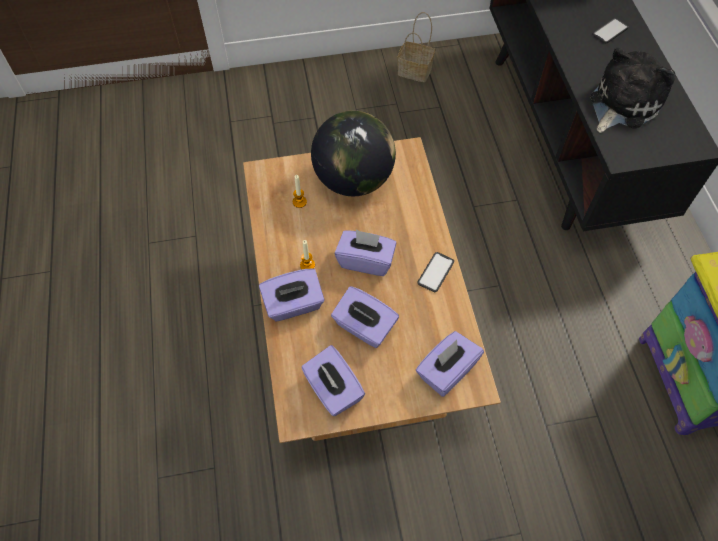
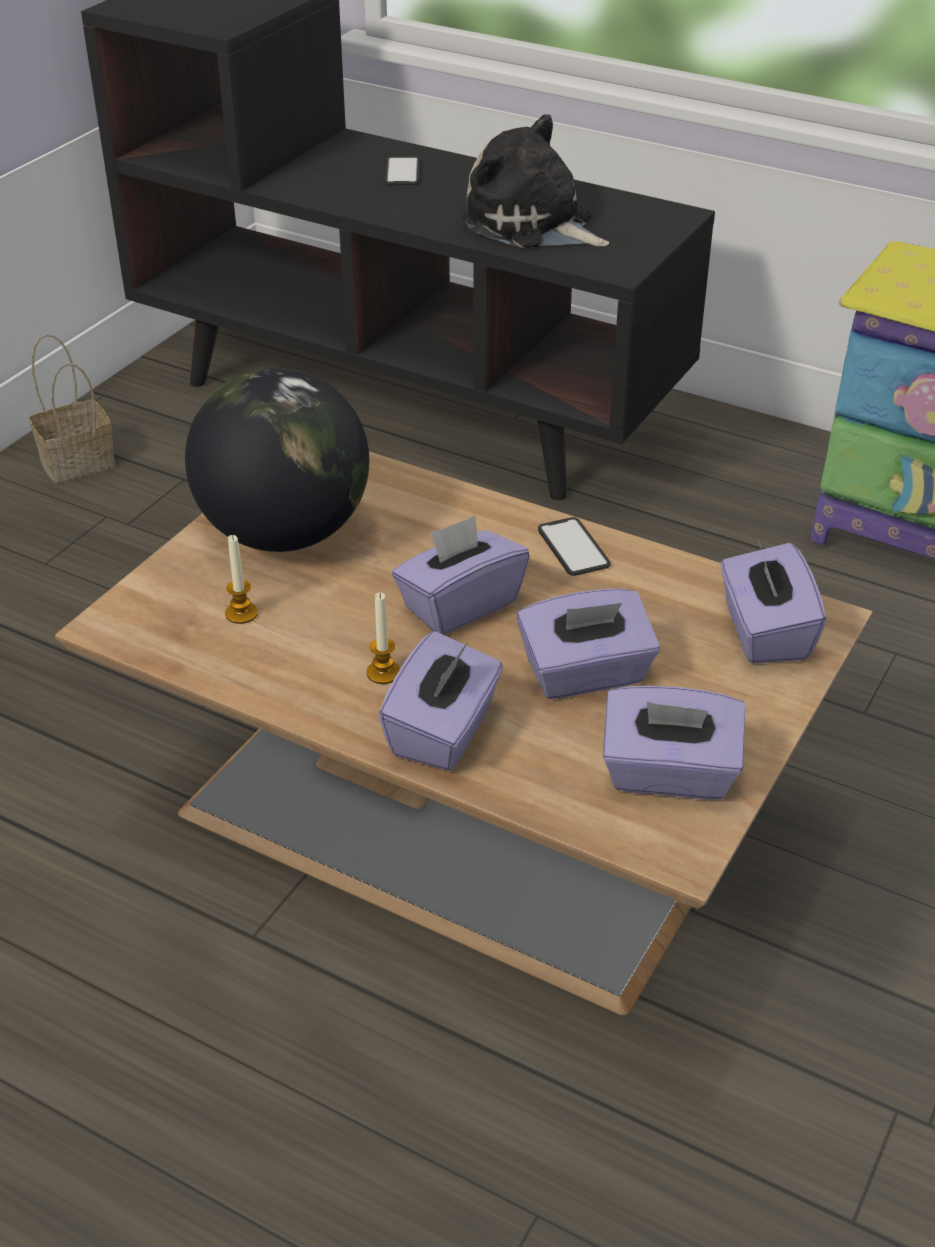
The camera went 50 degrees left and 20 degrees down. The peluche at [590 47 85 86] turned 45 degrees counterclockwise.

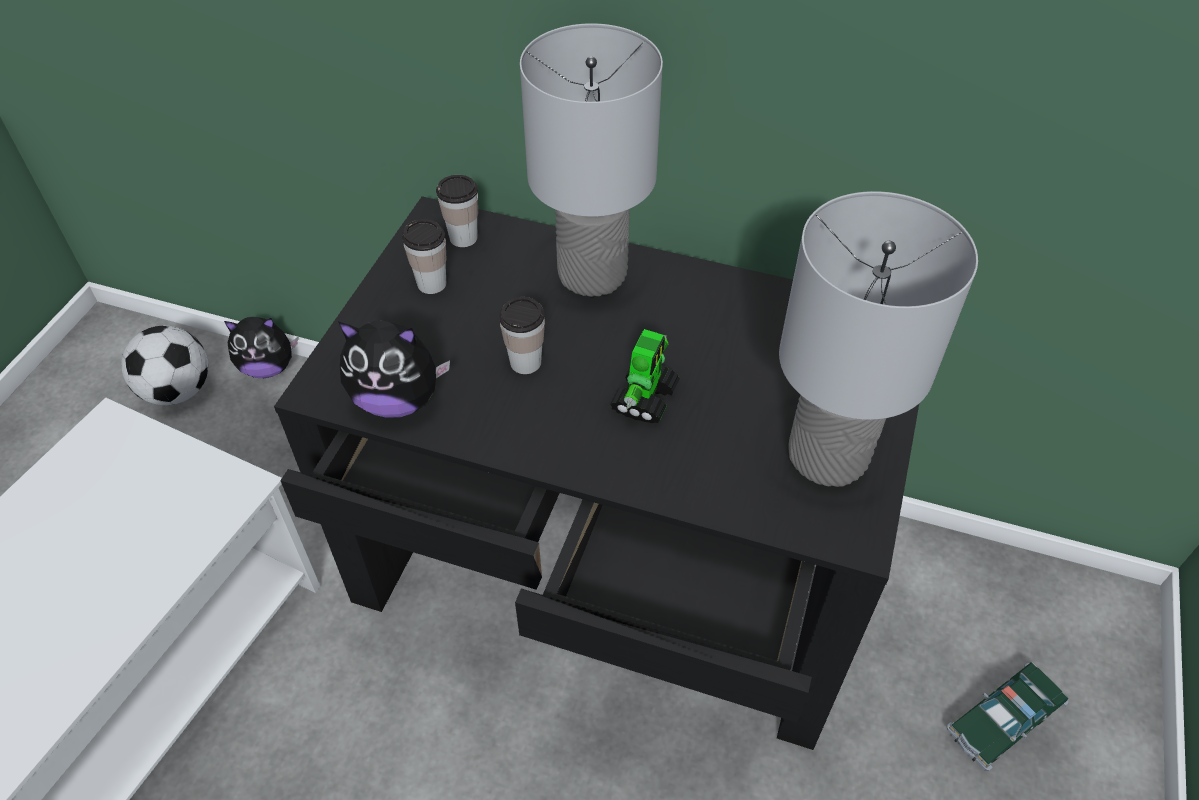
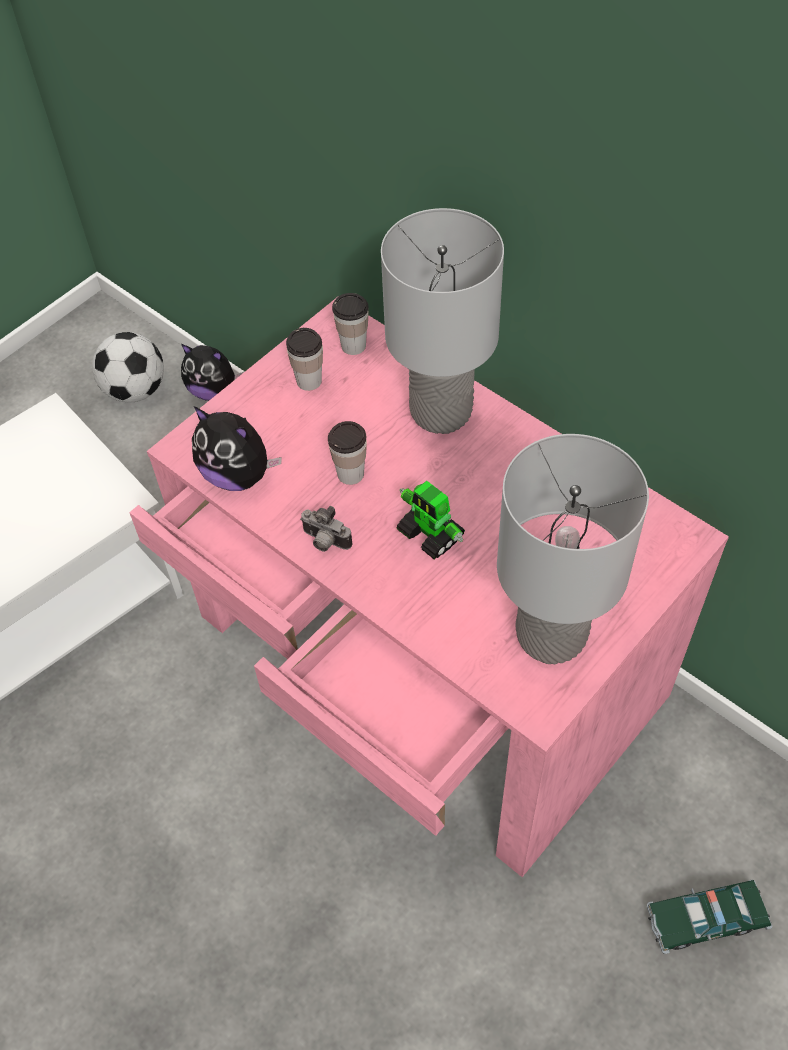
The camera went 25 degrees right and 5 degrees up. The escritorio (negro) at [274 196 645 554] became the escritorio (rosa) at [129 298 600 579]. The robot de juguete at [610 329 70 94] turned 90 degrees clockwise. The cámara at [300 506 52 46] appeared.

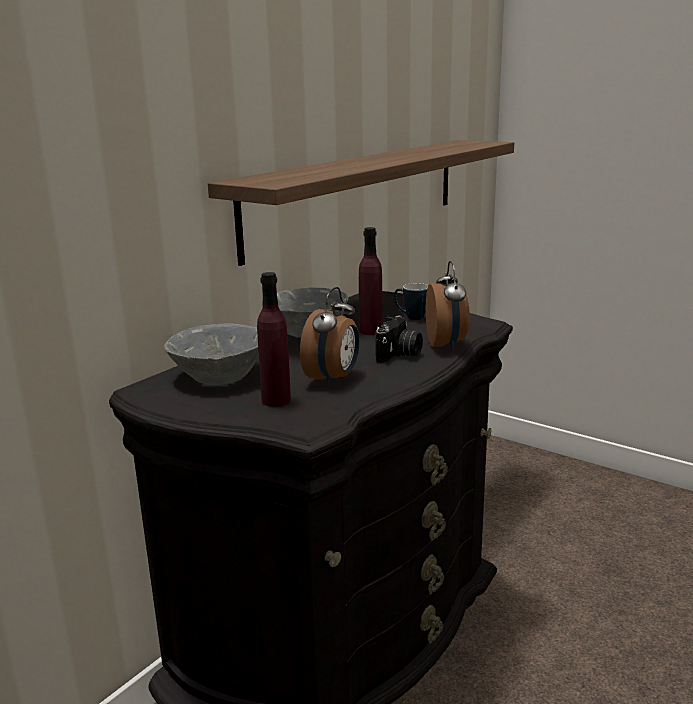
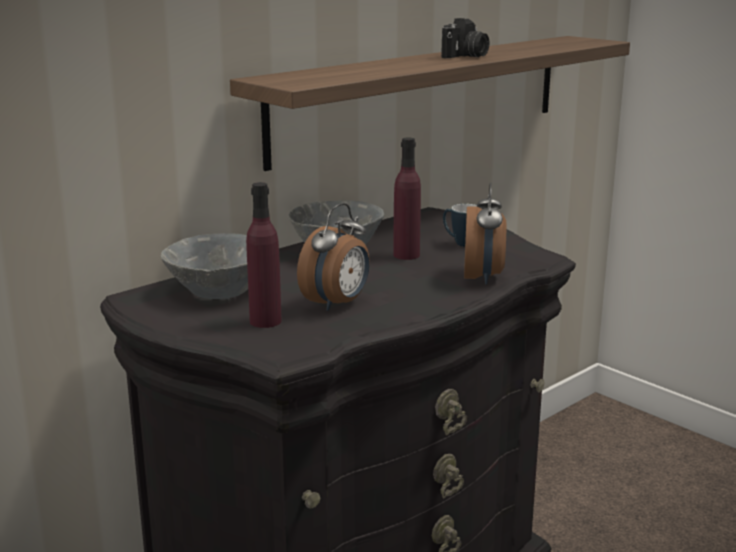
The camera went 10 degrees right and 0 degrees up. The cámara moved from [375 316 48 47] to [441 18 48 40].

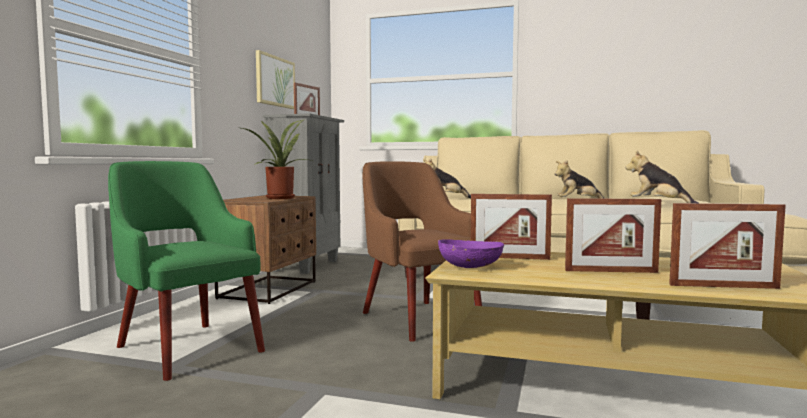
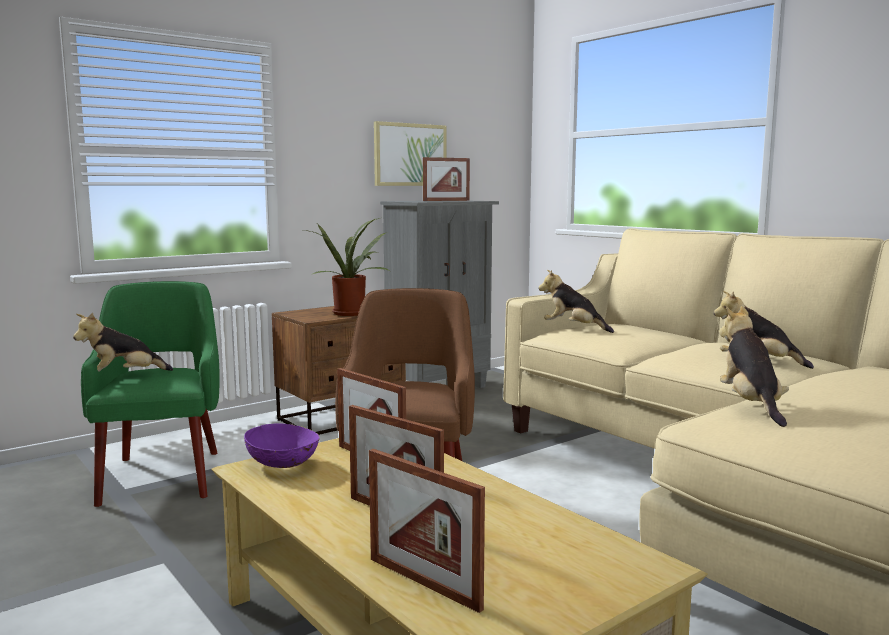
The camera went 35 degrees right and 5 degrees up. The peluche at [73 313 100 59] appeared.

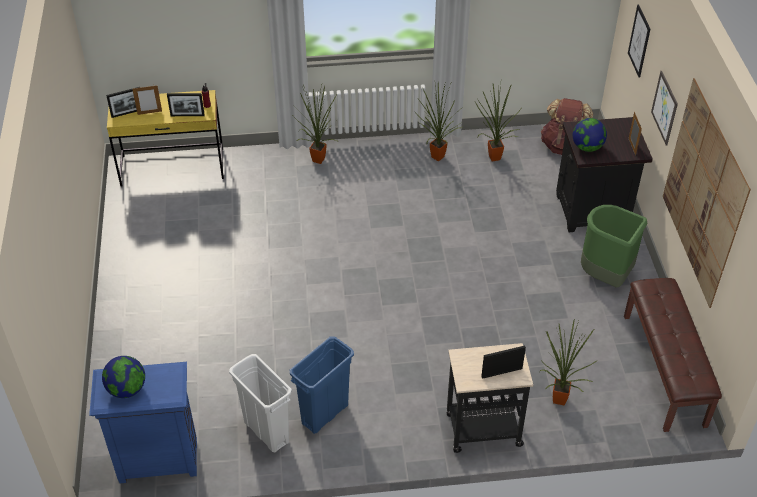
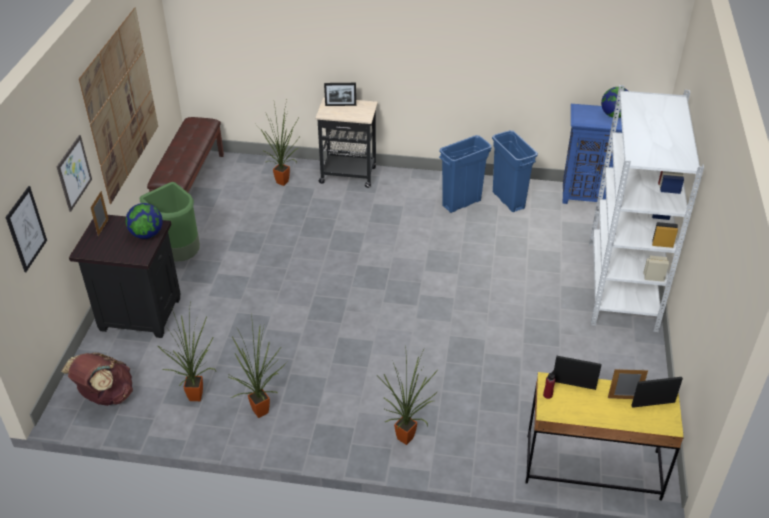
The camera went 165 degrees left and 5 degrees down. The papelera (blanco) at [229 354 63 98] became the papelera (azul) at [492 130 46 82]. The estantería (blanco) at [589 85 115 247] appeared.

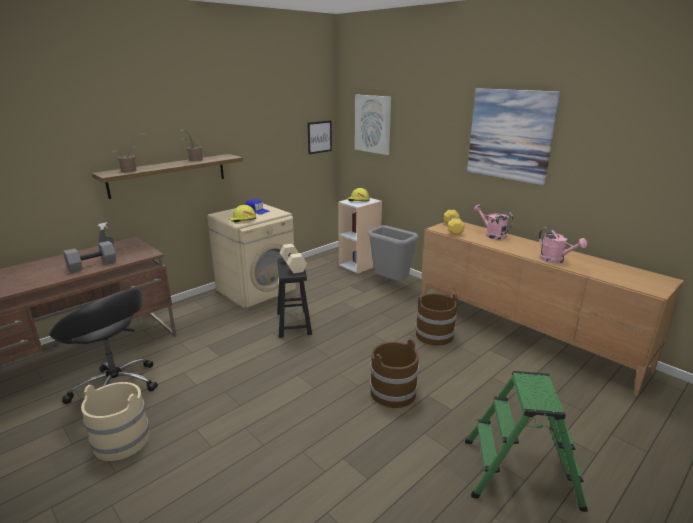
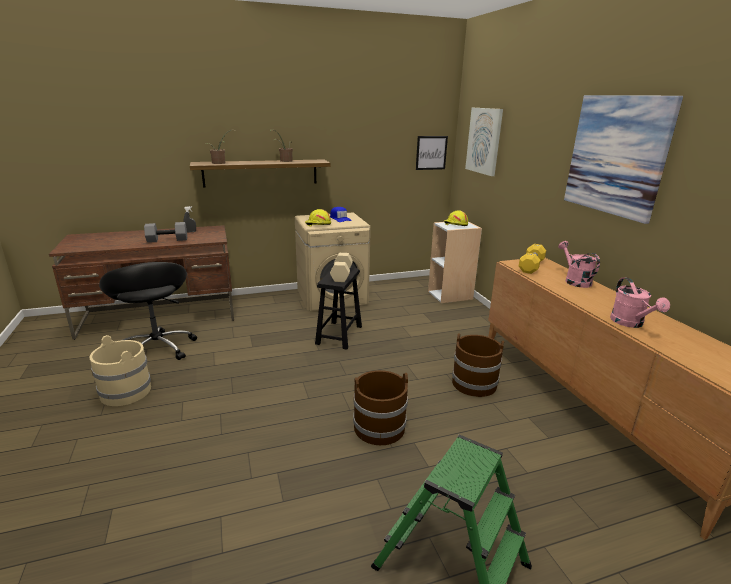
The camera went 25 degrees right and 0 degrees up. The papelera (gris) at [368 225 50 56] disappeared.

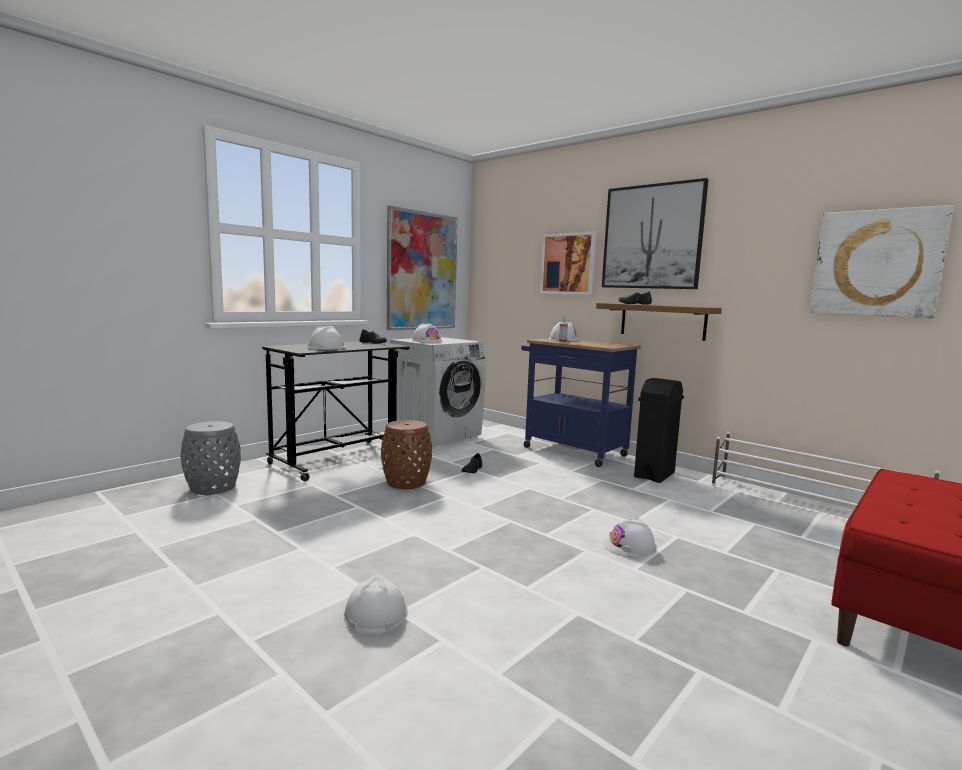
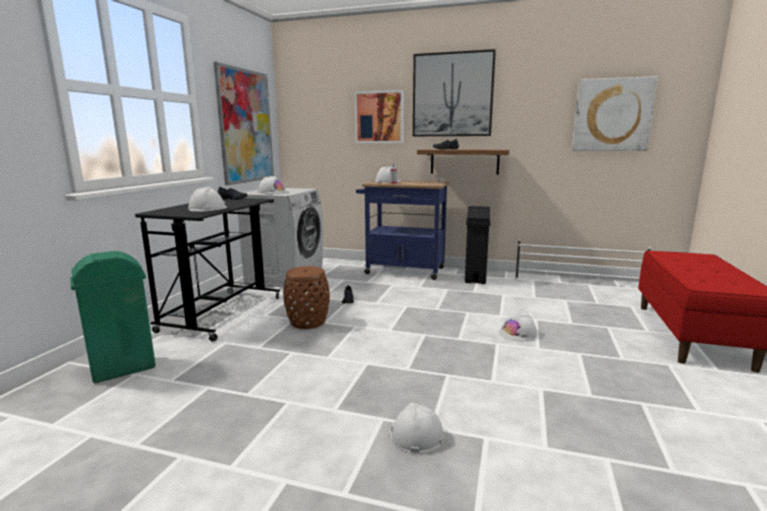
The camera went 25 degrees left and 5 degrees up. The taburete (gris) at [181 421 60 74] was replaced by the papelera (verde) at [70 251 86 132].

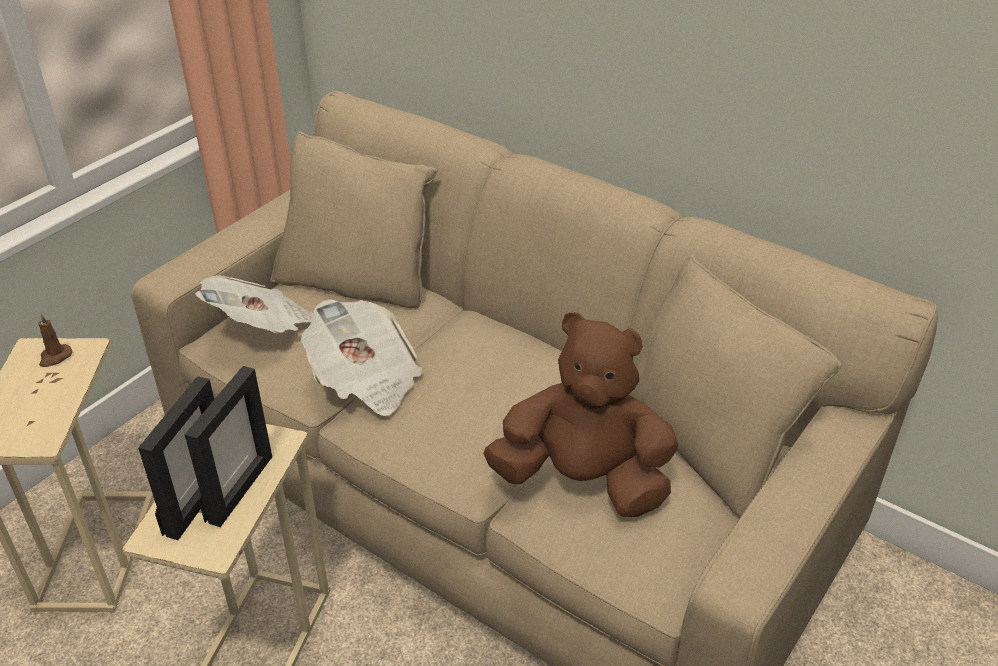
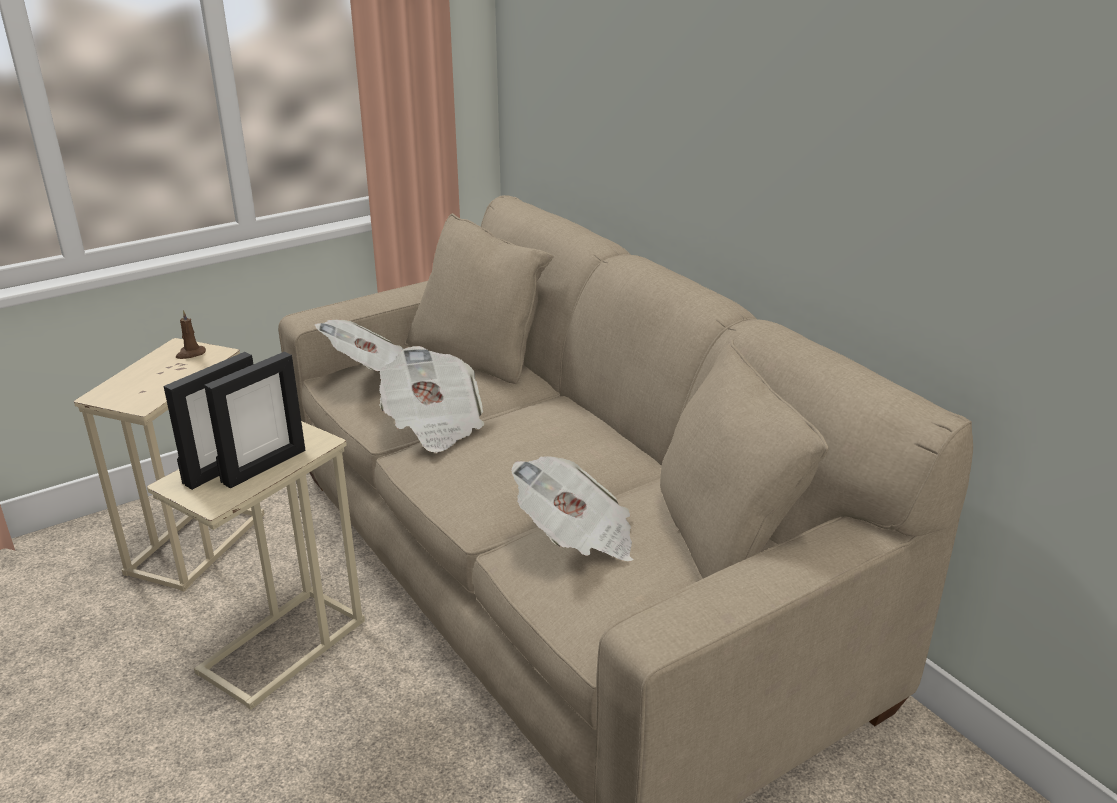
The camera went 20 degrees right and 10 degrees down. The peluche (marrón) at [483 312 195 205] was replaced by the periódico at [511 456 123 105].

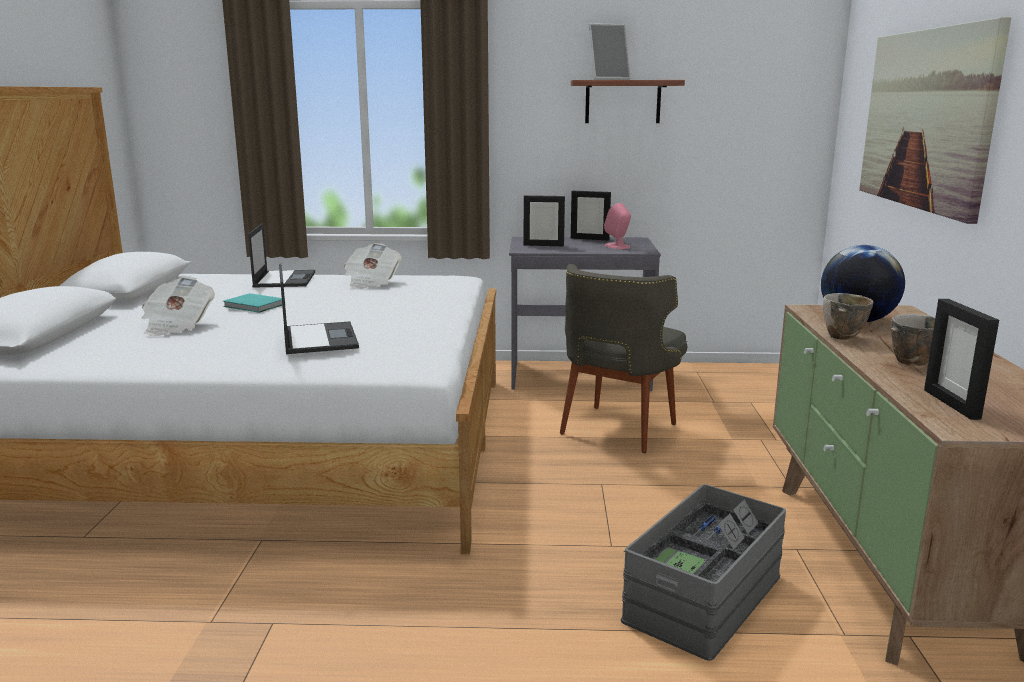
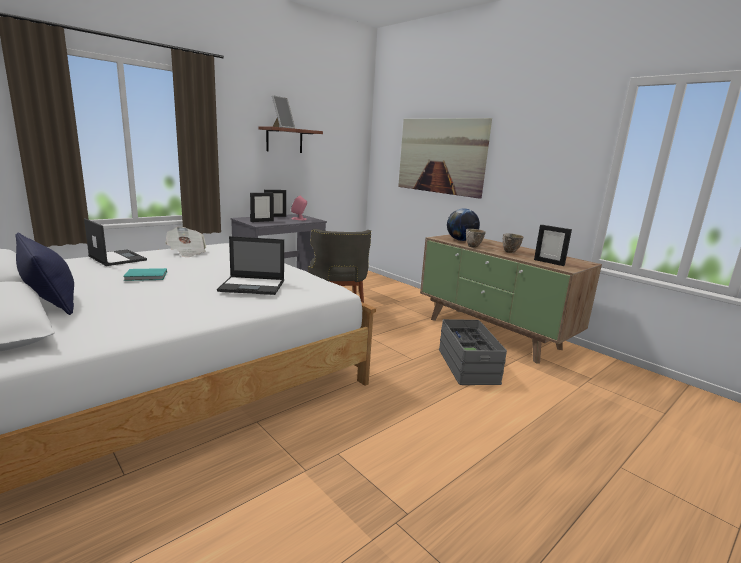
The camera went 45 degrees left and 0 degrees up. The periódico at [142 277 73 59] disappeared. The portátil at [279 264 80 90] turned 150 degrees clockwise. The cojín (azul) at [15 233 59 82] appeared.

